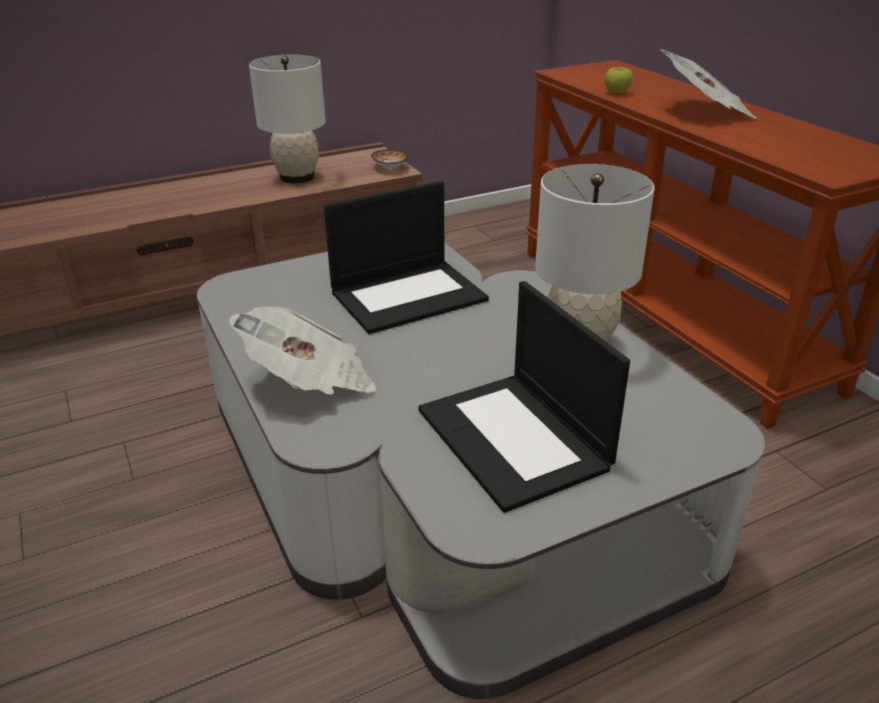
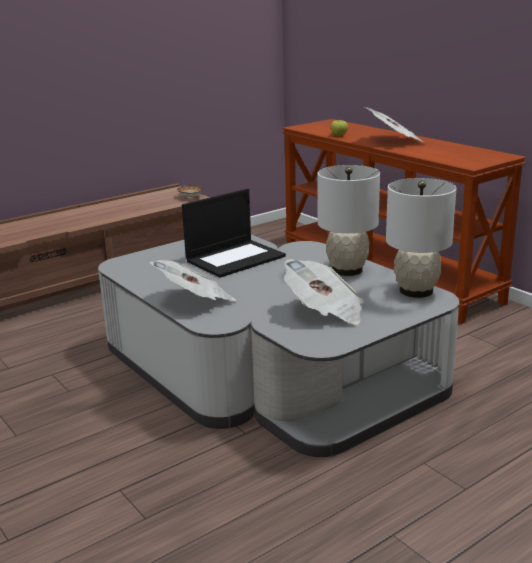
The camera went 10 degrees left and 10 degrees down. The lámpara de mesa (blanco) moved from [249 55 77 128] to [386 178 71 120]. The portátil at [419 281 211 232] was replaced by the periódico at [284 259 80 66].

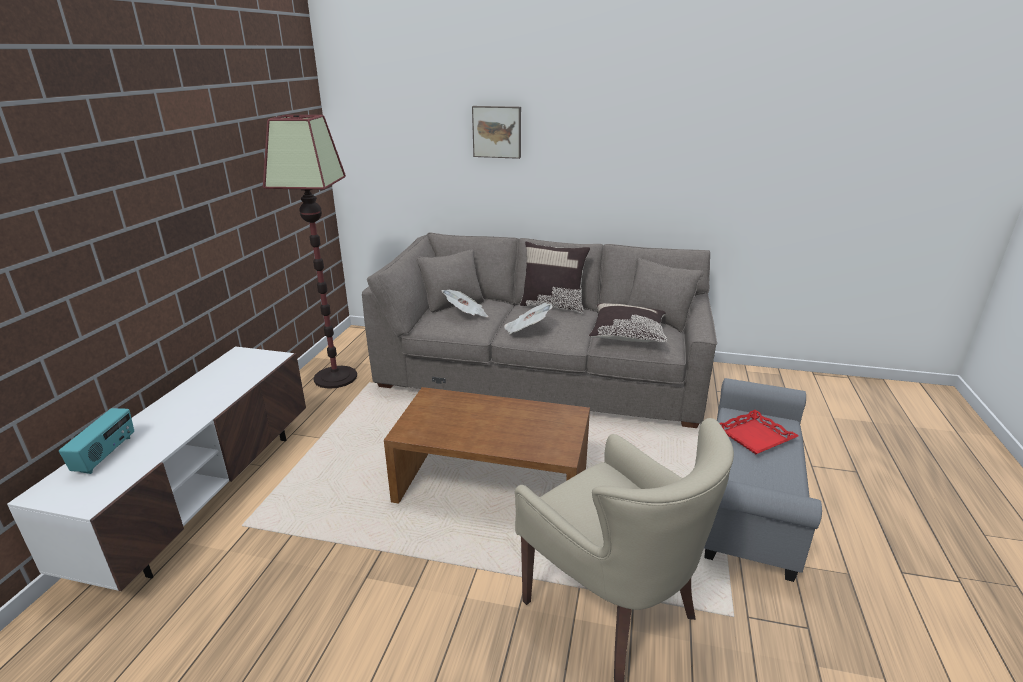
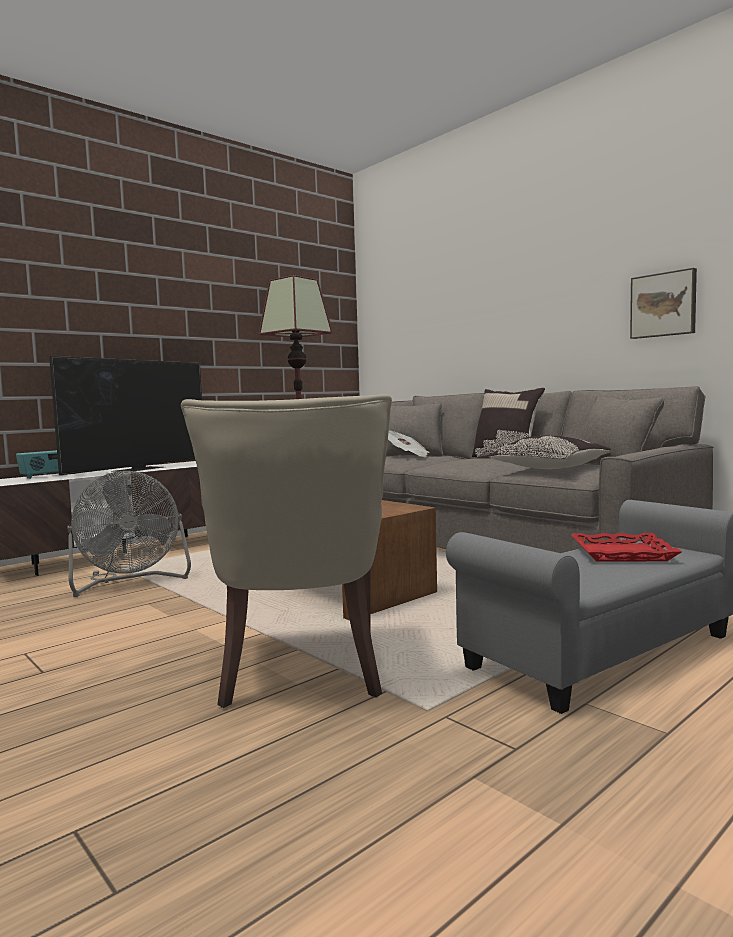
The camera went 35 degrees right and 20 degrees down. The cuadro moved from [472 106 49 53] to [630 268 67 71]. The periódico at [504 303 48 31] disappeared. The televisor at [49 356 153 119] appeared. The ventilador (gris) at [67 471 124 126] appeared.

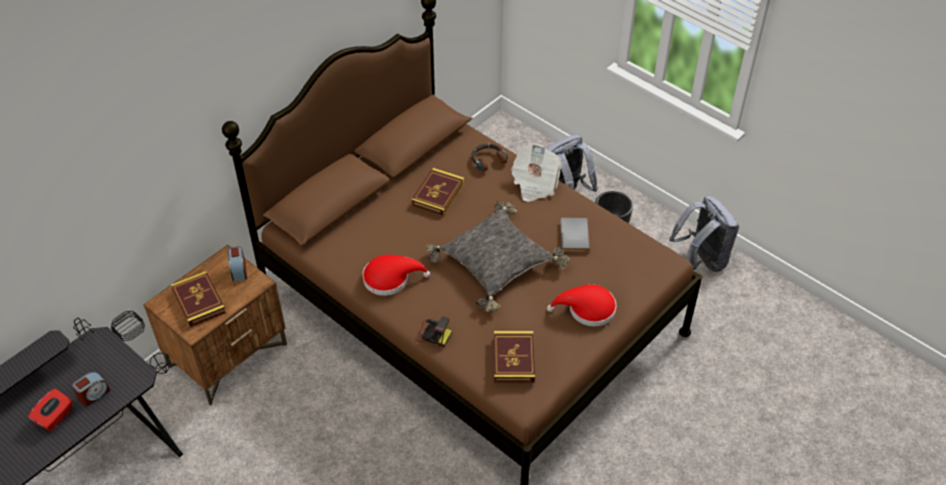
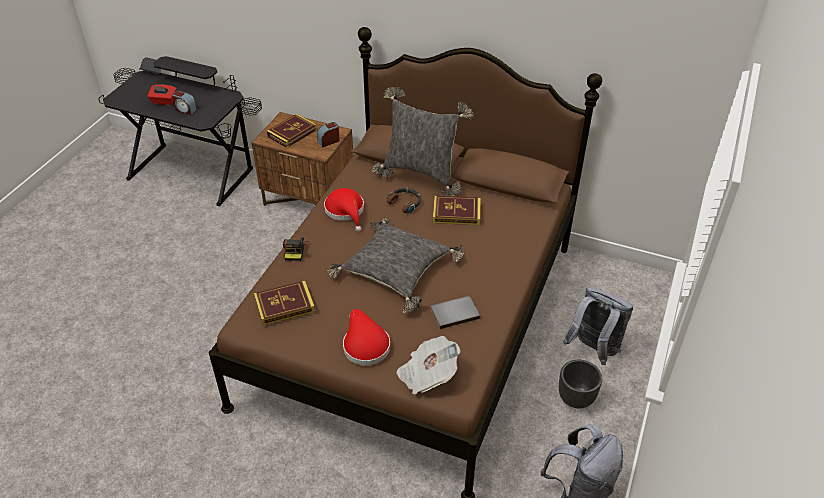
The camera went 70 degrees right and 5 degrees down. The auriculares moved from [471 143 37 28] to [387 188 34 25]. The periódico moved from [511 144 51 58] to [396 336 65 59]. The cojín at [372 87 102 109] appeared.

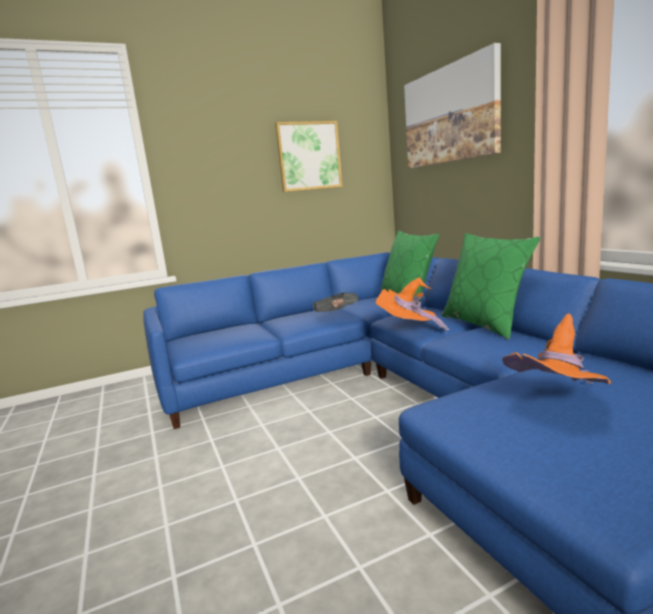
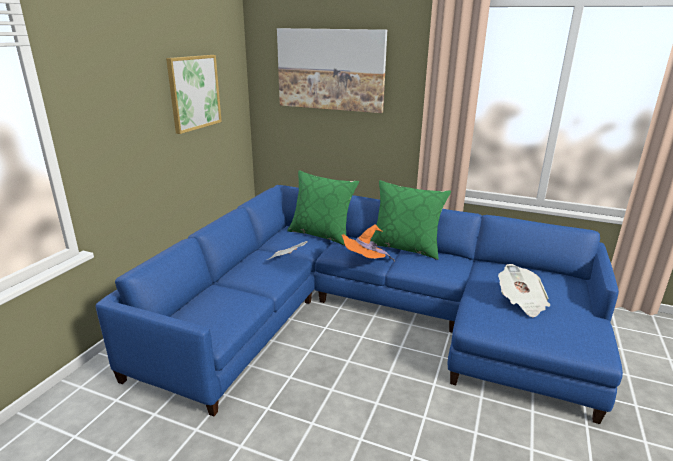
The camera went 45 degrees left and 10 degrees up. The sombrero (naranja) at [502 313 109 71] was replaced by the periódico at [498 264 52 54].

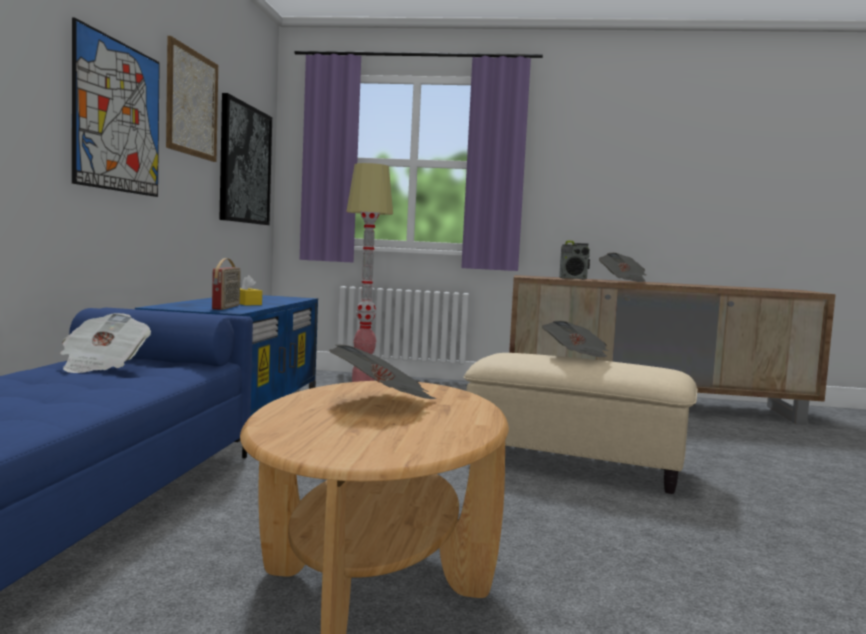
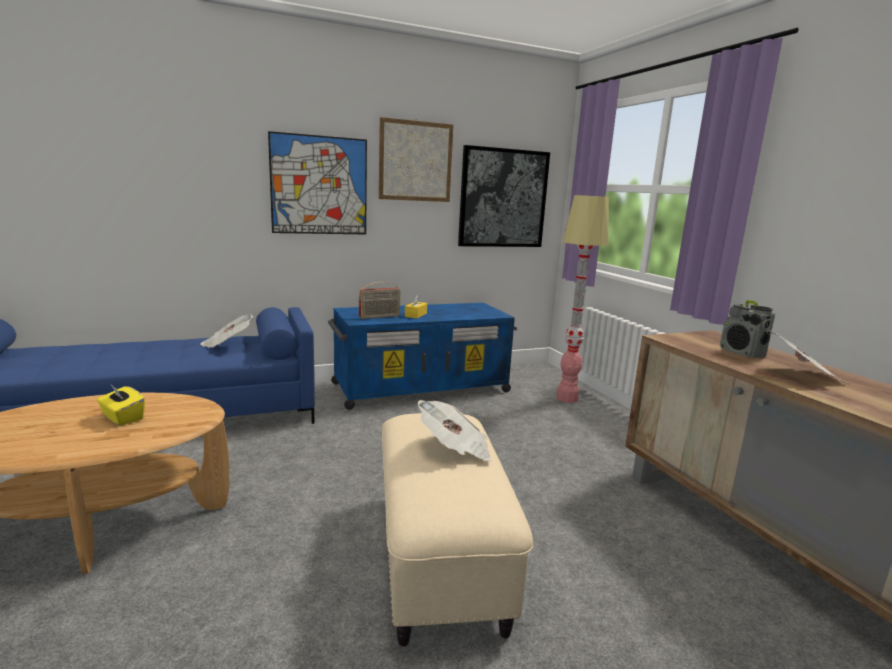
The camera went 60 degrees right and 10 degrees up. The periódico at [329 345 108 54] was replaced by the caja de pañuelos (amarillo) at [97 385 48 41].

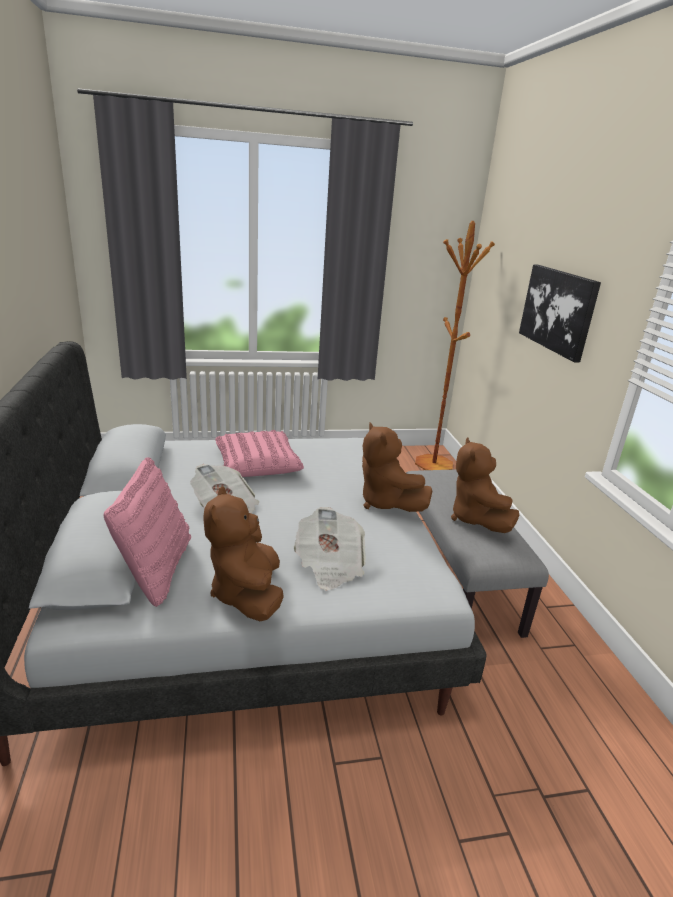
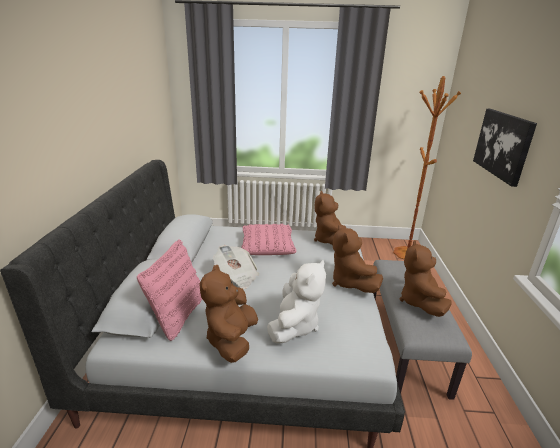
The camera went 15 degrees right and 0 degrees up. The periódico at [294 507 72 84] was replaced by the peluche (blanco) at [267 260 59 83]. The peluche (marrón) at [314 191 32 54] appeared.

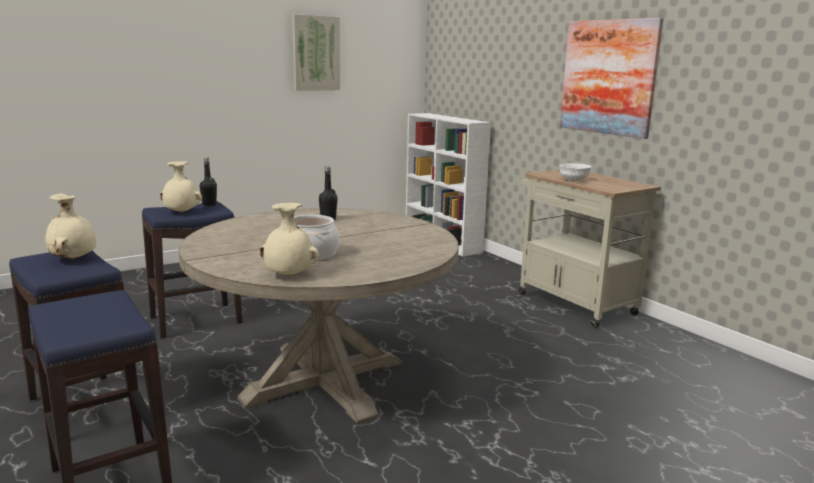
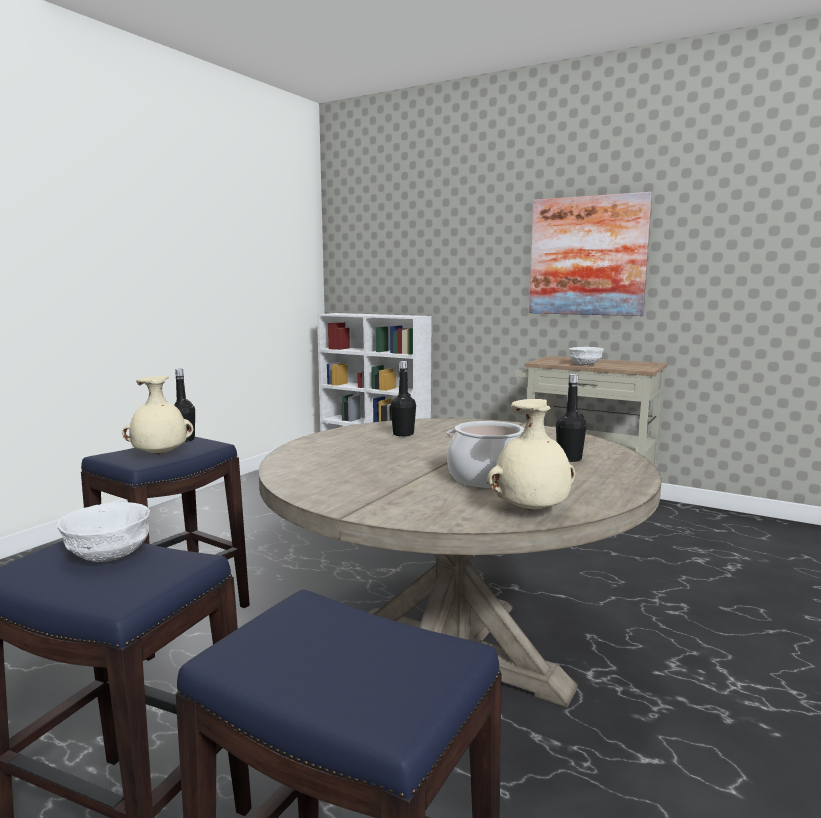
The camera went 25 degrees left and 5 degrees down. The florero (beis) at [46 193 50 66] was replaced by the cuenco (blanco) at [56 502 94 60]. The cuadro at [292 14 48 77] disappeared. The botella (negro) at [556 374 31 88] appeared.

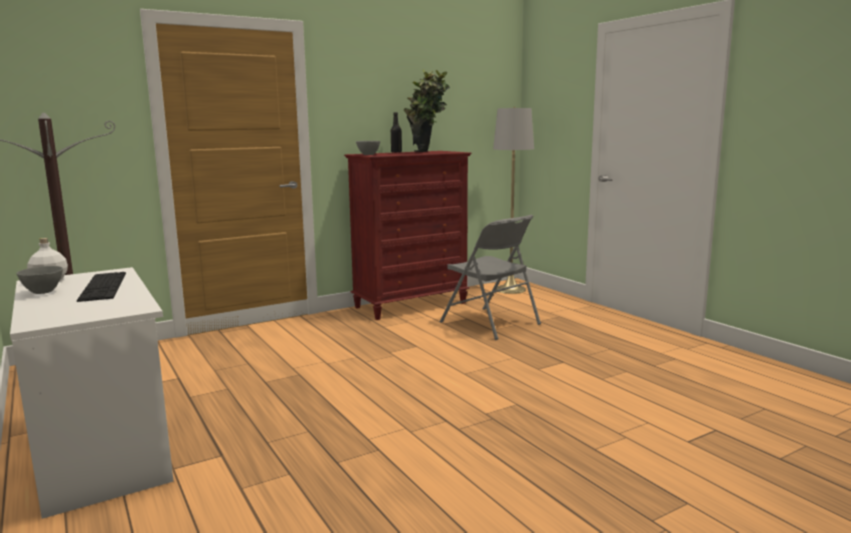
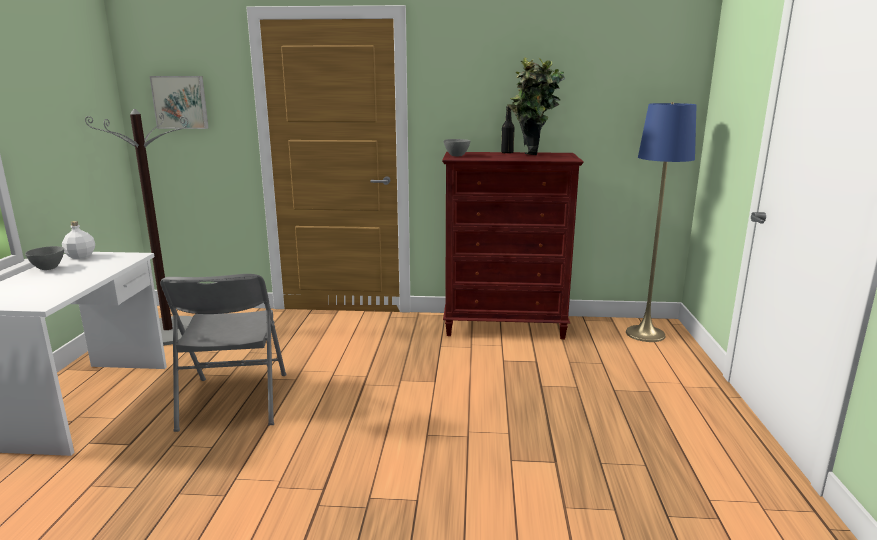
The camera went 35 degrees right and 5 degrees up. The teclado at [77 272 49 30] disappeared. The silla (gris) moved from [440 214 101 126] to [160 274 127 158]. The lámpara de pie (gris) at [493 107 41 187] became the lámpara de pie (azul) at [626 102 71 240]. The cuadro at [150 76 59 53] appeared.

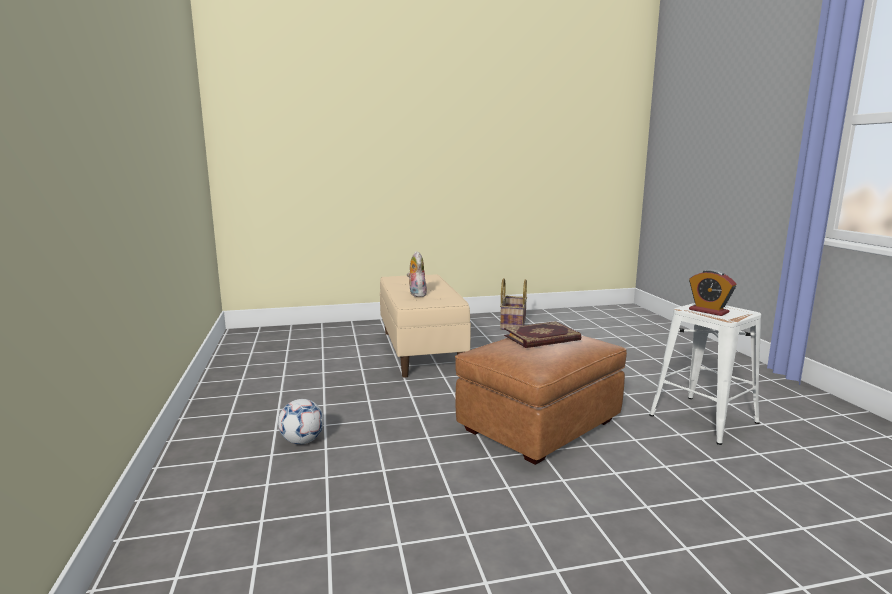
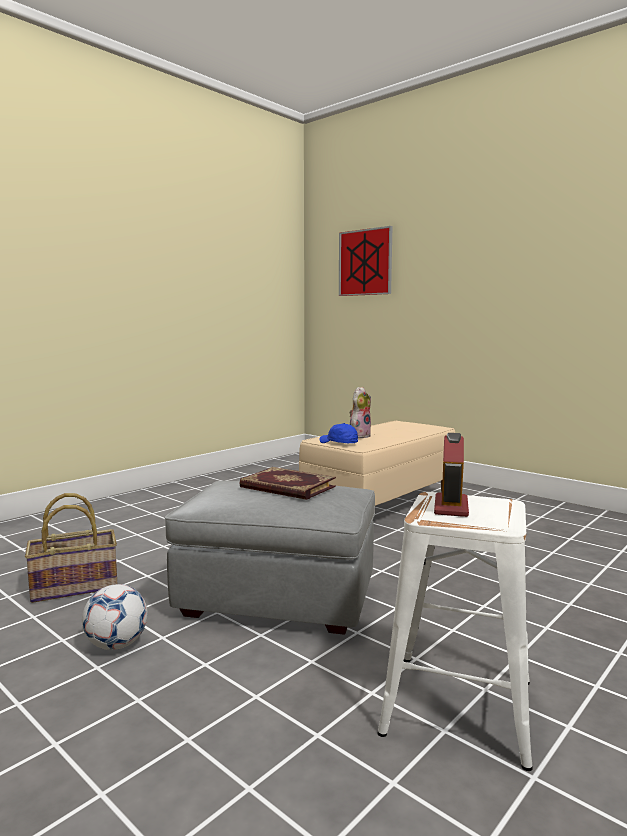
The camera went 55 degrees right and 5 degrees down. The balón de fútbol moved from [278 399 46 45] to [82 584 66 66]. The puf (marrón) at [455 336 172 129] became the puf (gris) at [165 481 210 154]. The cesta moved from [500 278 27 52] to [25 493 92 110]. The gorra (azul) at [319 423 39 20] appeared. The cuadro at [339 226 54 70] appeared.

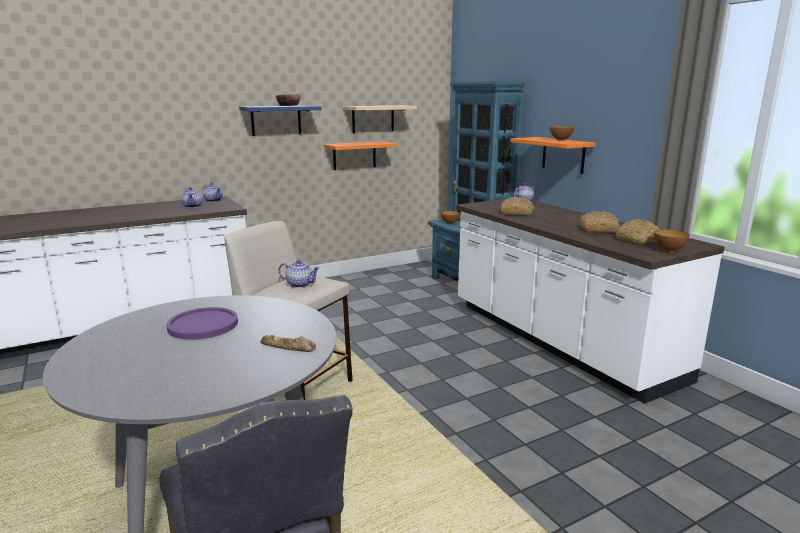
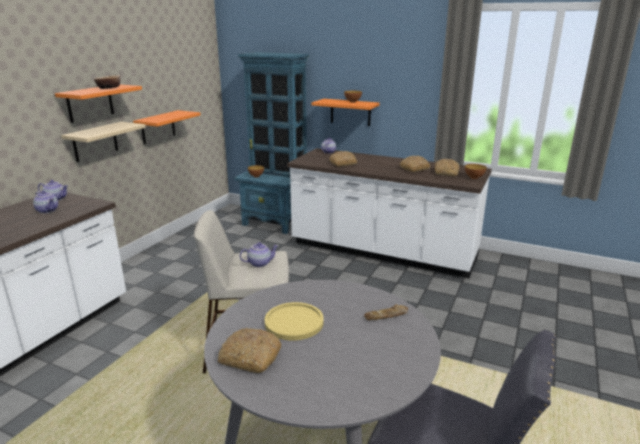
The camera went 35 degrees left and 5 degrees up. The plato (morado) at [167 307 71 33] became the plato (amarillo) at [265 302 59 38]. The estante (azul) at [239 106 83 30] became the estante (naranja) at [55 85 87 38]. The estante (beis) moved from [343 105 74 28] to [61 122 85 40]. The pan at [218 328 63 45] appeared.

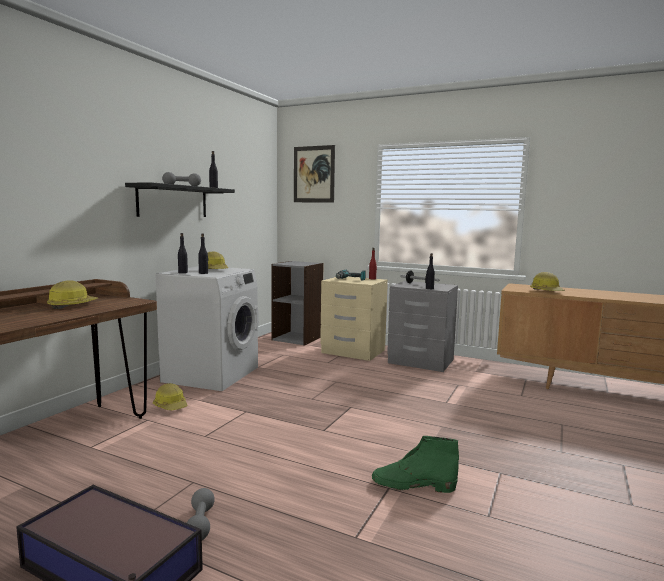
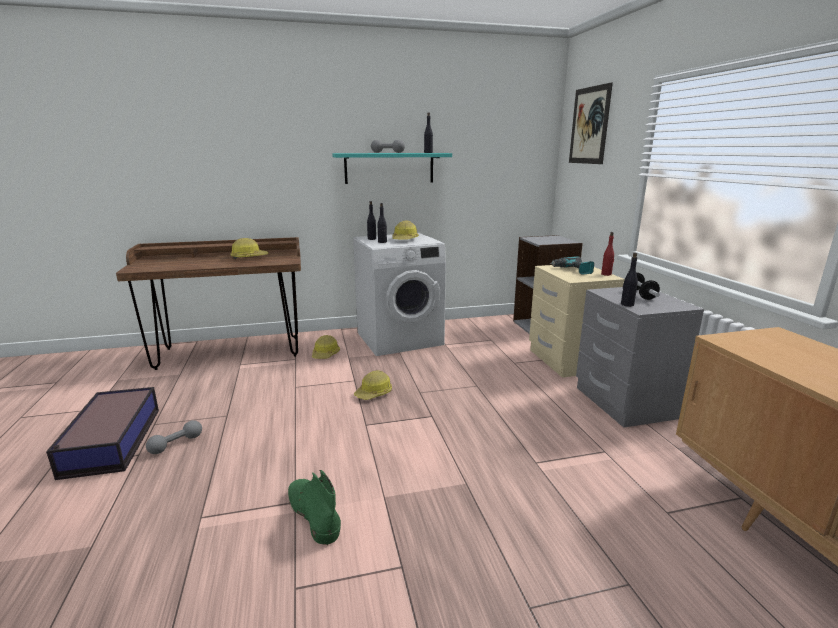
The camera went 50 degrees right and 10 degrees up. The estante (negro) at [125 182 110 35] became the estante (turquesa) at [332 153 120 31]. The casco moved from [530 272 35 19] to [354 370 38 30].

